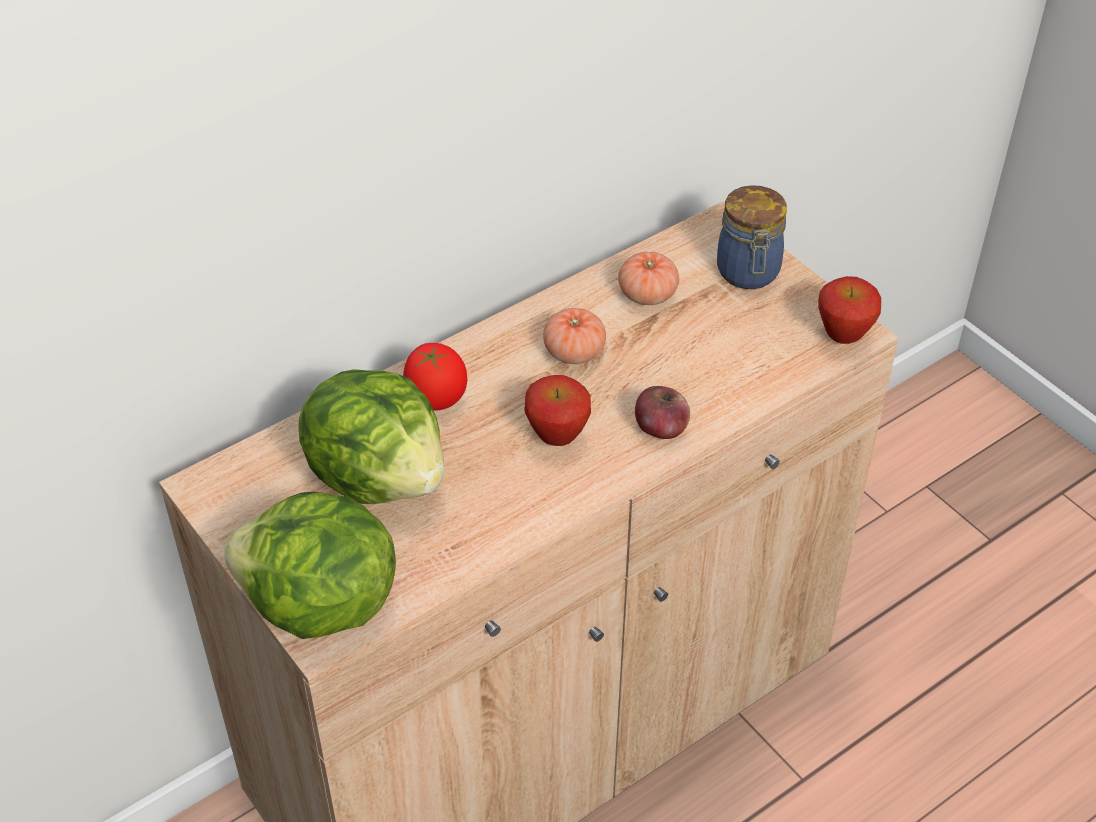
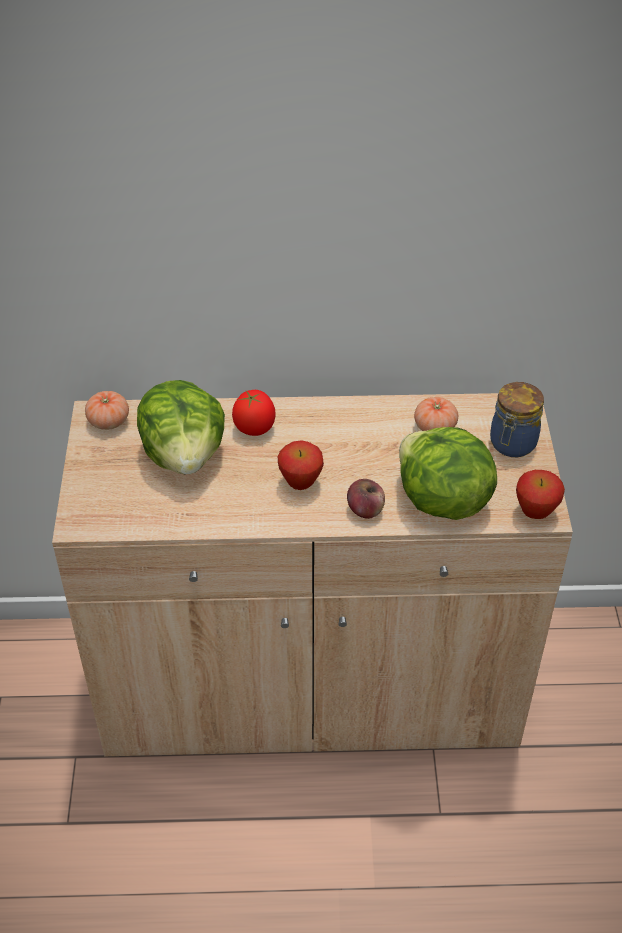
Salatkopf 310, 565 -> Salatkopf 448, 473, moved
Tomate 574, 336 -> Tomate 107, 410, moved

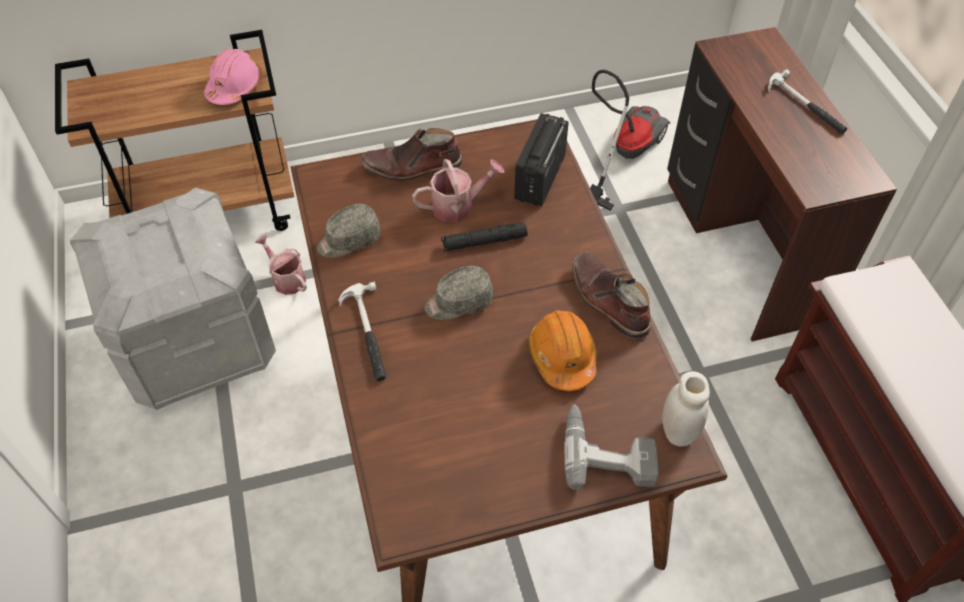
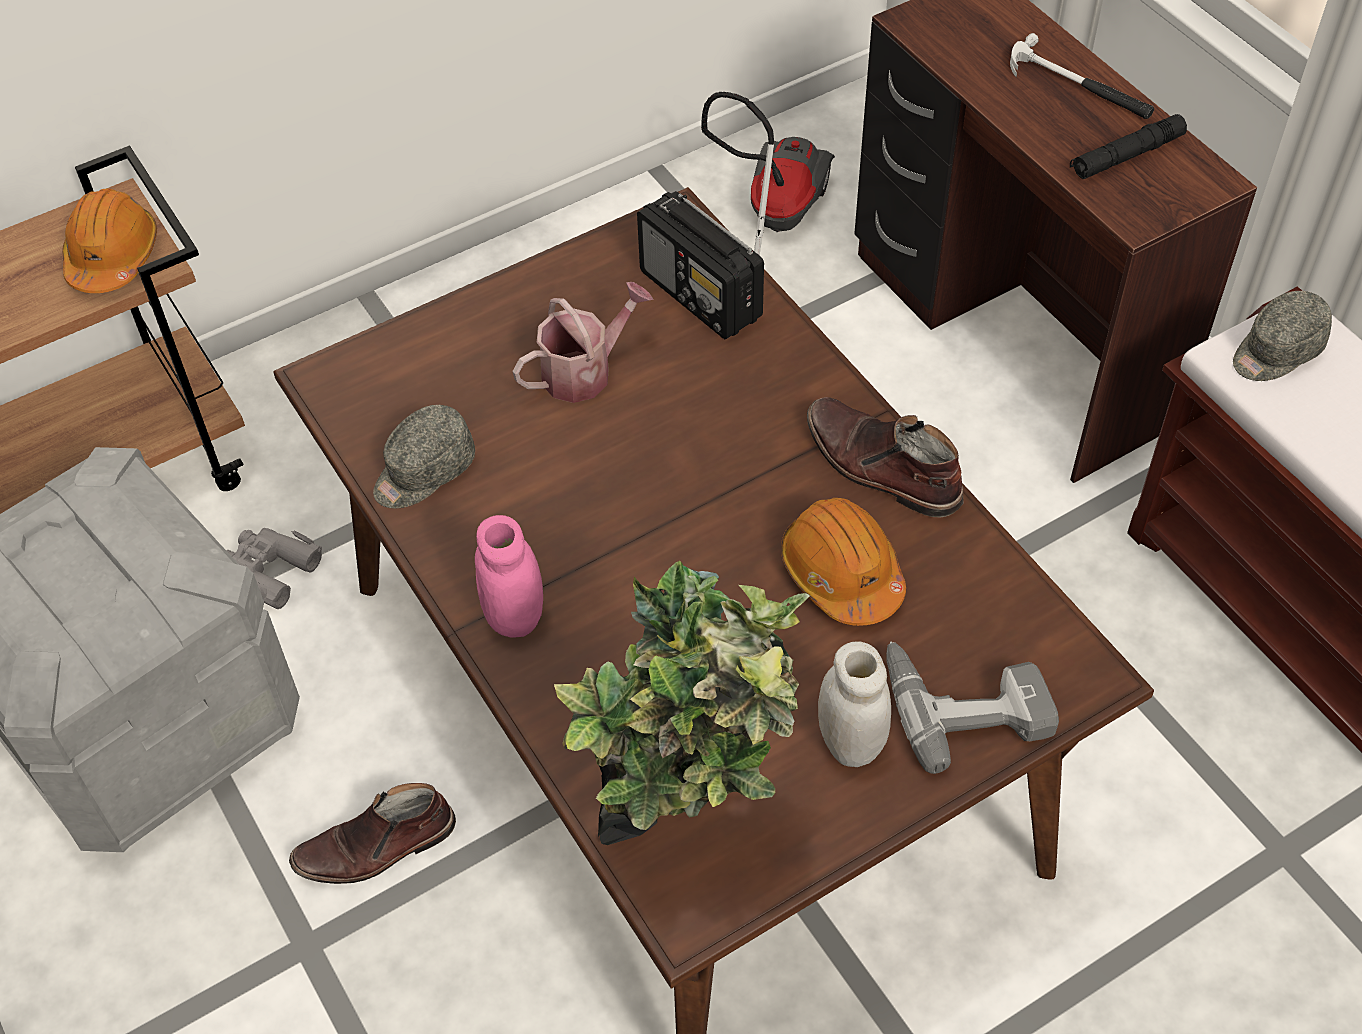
none -> Topfpflanze 682, 703
Stiefel (braun) 411, 154 -> Stiefel (braun) 372, 833, moved
Kappe (grau) 459, 293 -> Kappe (grau) 1282, 336, moved
Taschenlampe (schwarz) 484, 236 -> Taschenlampe (schwarz) 1128, 146, moved
Vorratsglas (weiß) 686, 409 -> Vorratsglas (weiß) 854, 704, moved
Gießkanne 281, 265 -> Fernglas (grau) 274, 568
Hammer 362, 331 -> Vorratsglas (rosa) 509, 576
Schutzhelm (rosa) 233, 77 -> Schutzhelm (orange) 109, 240
Radio 541, 159 -> Radio 700, 265, 45 degrees counterclockwise

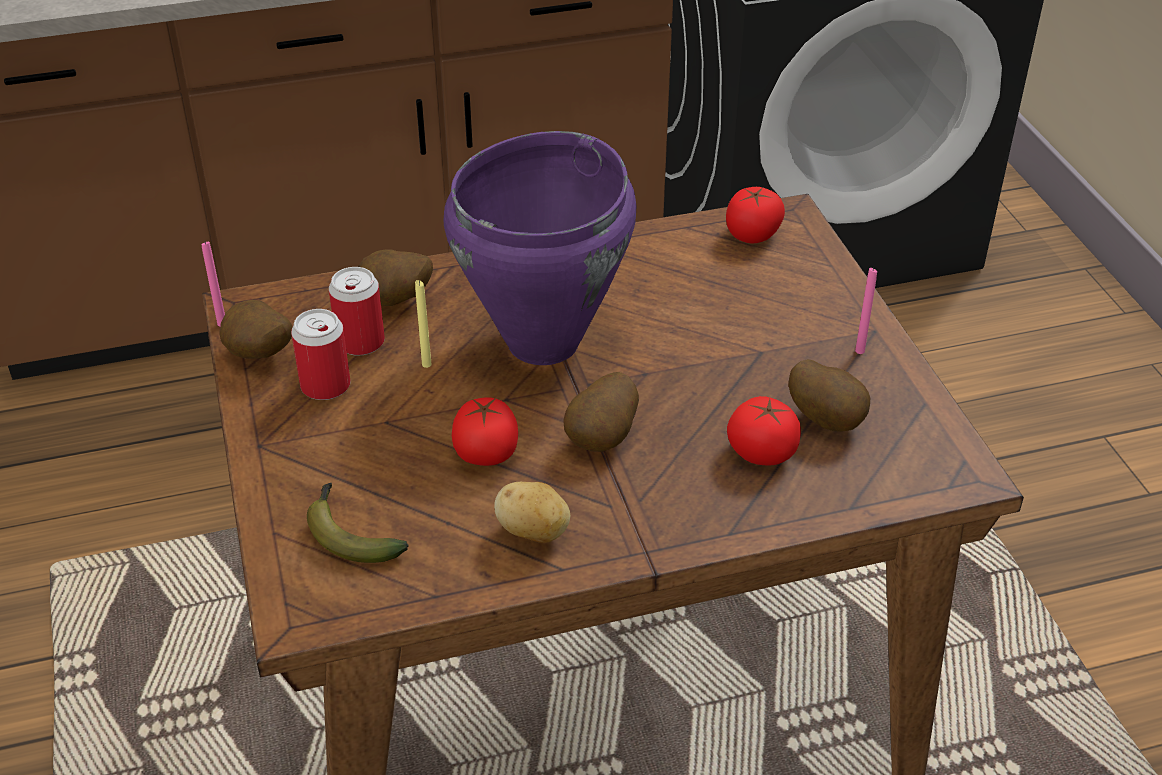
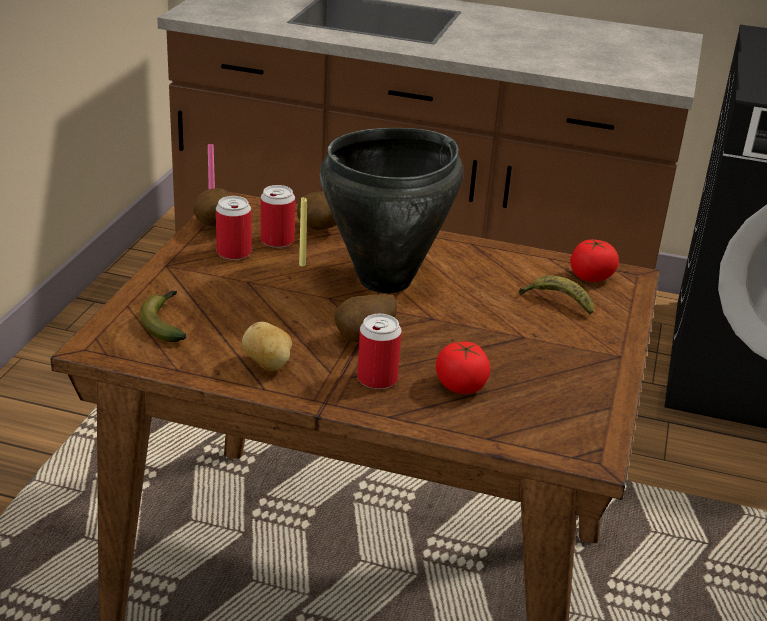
Tomate 485, 431 -> none
Kartoffel 829, 395 -> none
Kerze (rosa) 866, 310 -> none
none -> Dose 379, 351
none -> Banane 556, 295
Kochtopf (lila) 540, 248 -> Kochtopf (schwarz) 391, 210

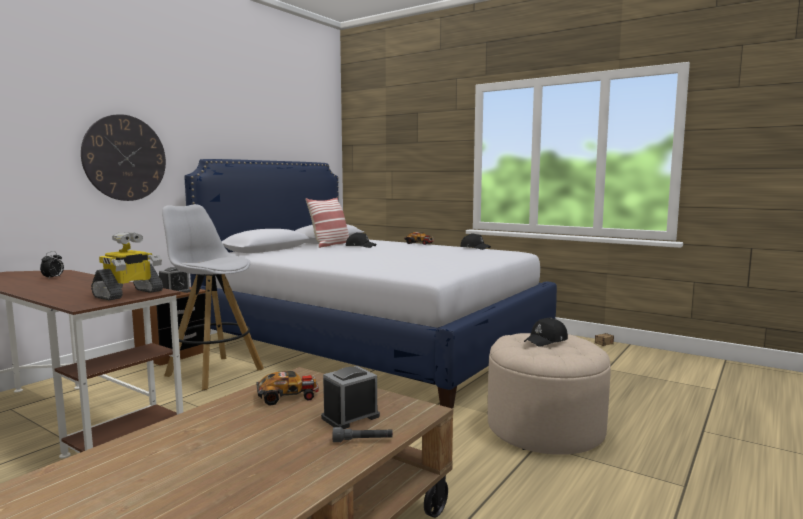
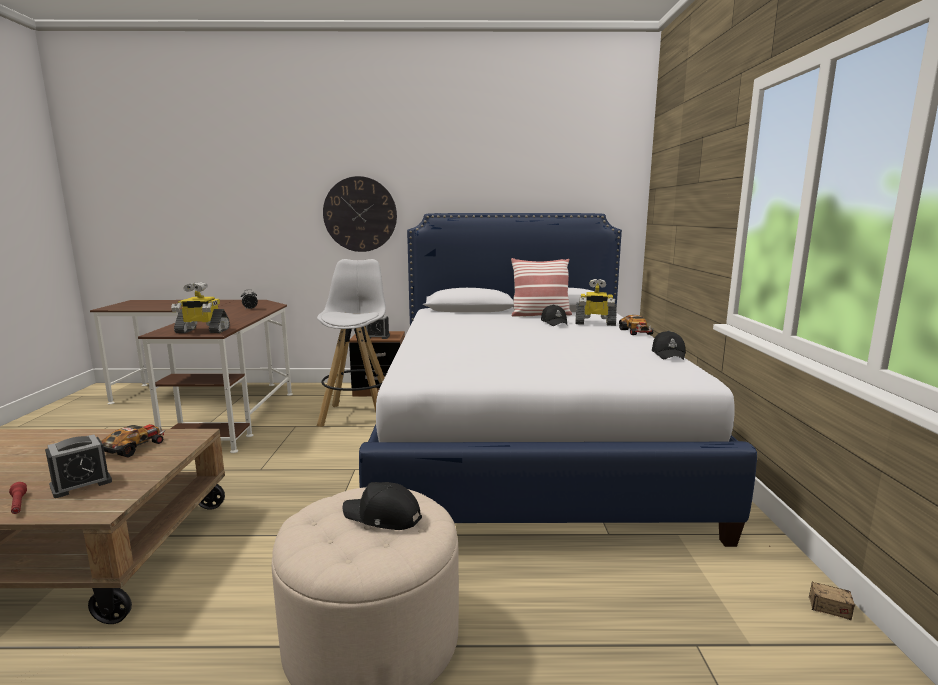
none -> Spielzeugroboter 595, 302
Taschenlampe (grau) 363, 434 -> Taschenlampe (rot) 18, 498
Spielzeugauto 287, 388 -> Spielzeugauto 133, 441, 105 degrees counterclockwise
Wecker 350, 397 -> Wecker 78, 466, 120 degrees clockwise

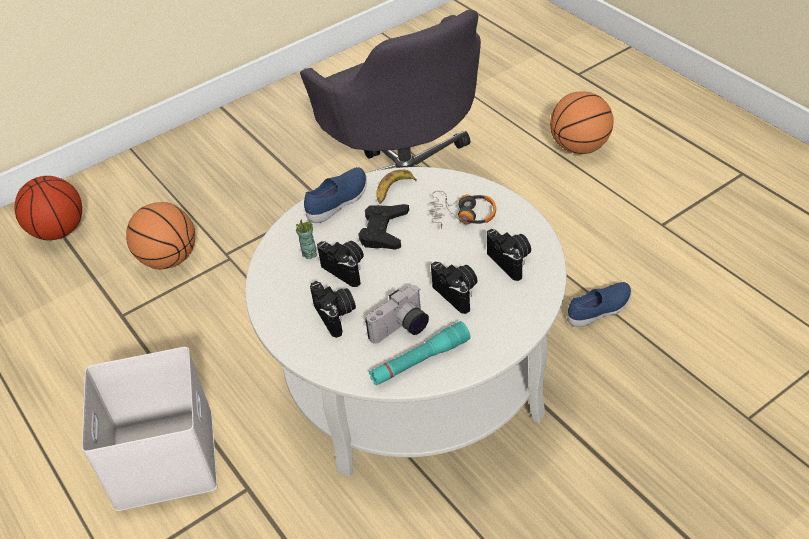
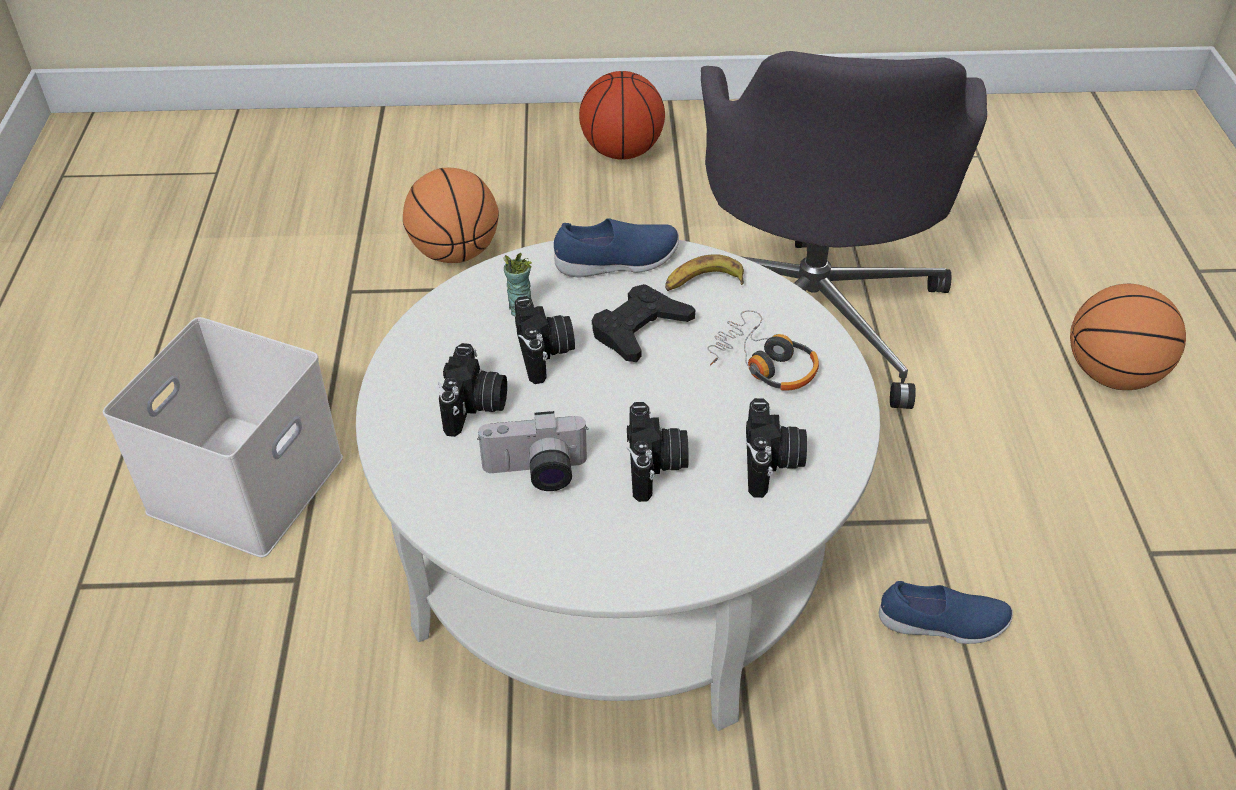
Taschenlampe (türkis) 419, 353 -> none
Basketball 48, 208 -> Basketball 622, 115, moved

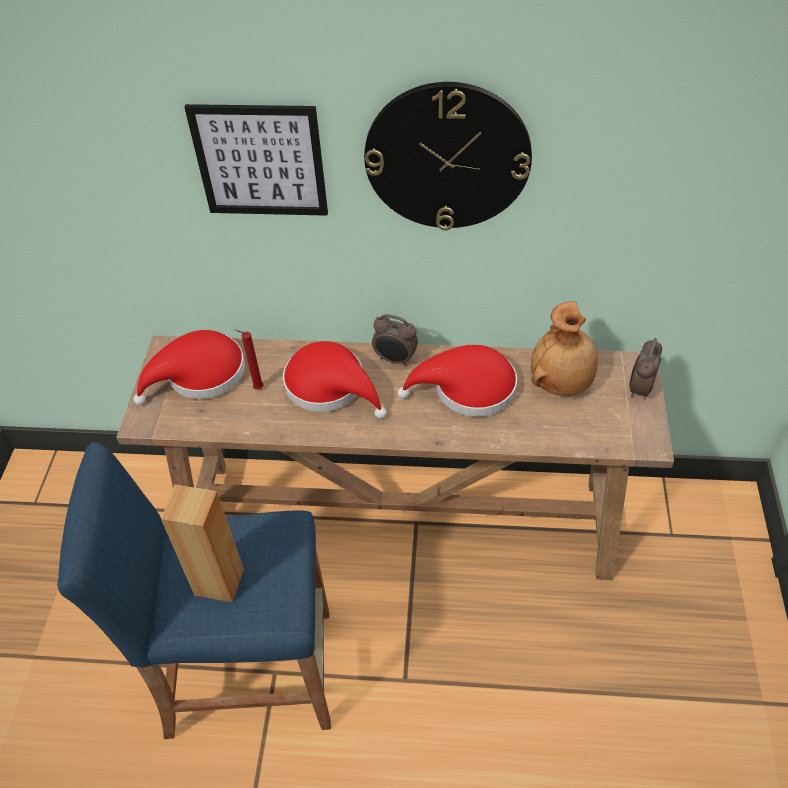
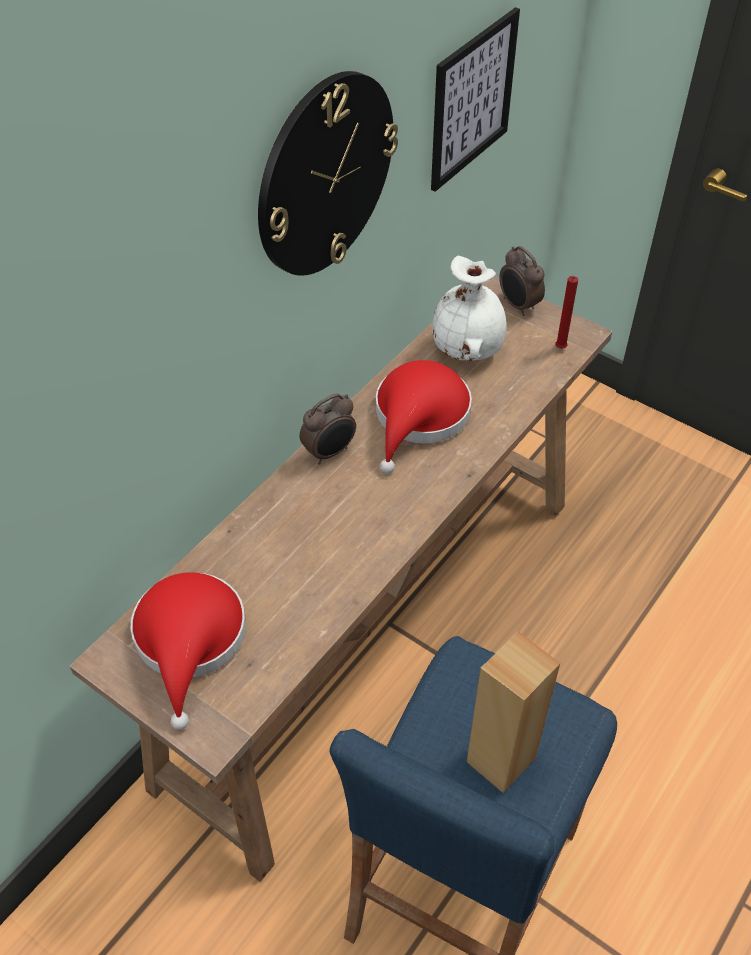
Hut (rot) 335, 380 -> none
Bild 256, 160 -> Bild 475, 99, moved
Kerze (rot) 249, 360 -> Kerze (rot) 566, 312, moved
Vase (braun) 564, 348 -> Vase (weiß) 469, 308

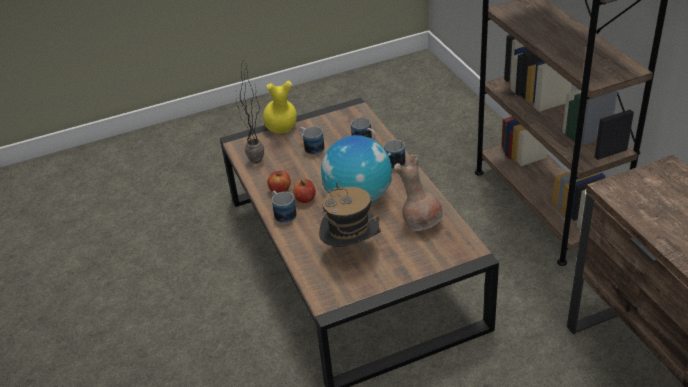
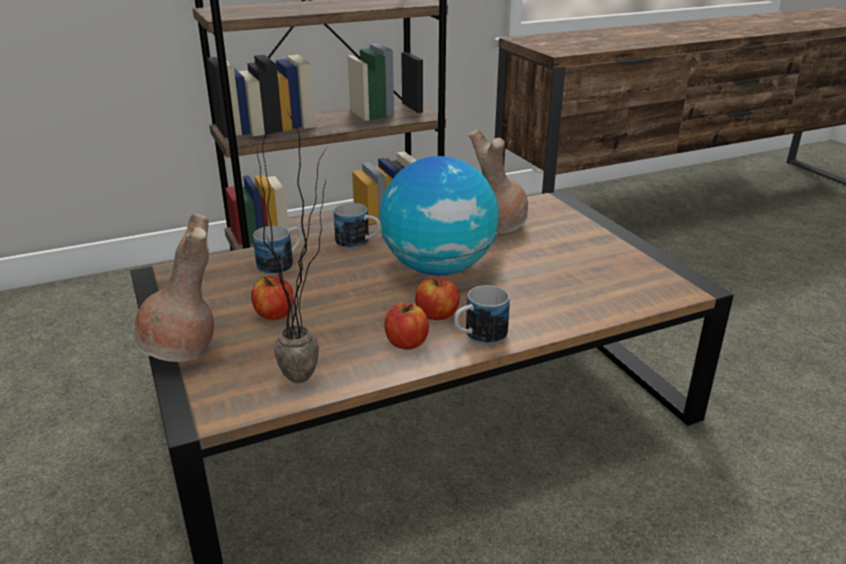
Hut 350, 214 -> none
Henkelbecher 312, 140 -> Apfel 272, 298
Vase (gelb) 280, 107 -> Vase (braun) 174, 288

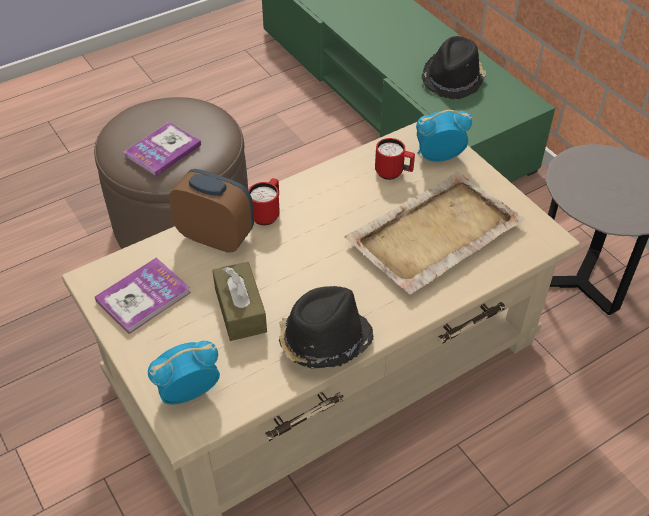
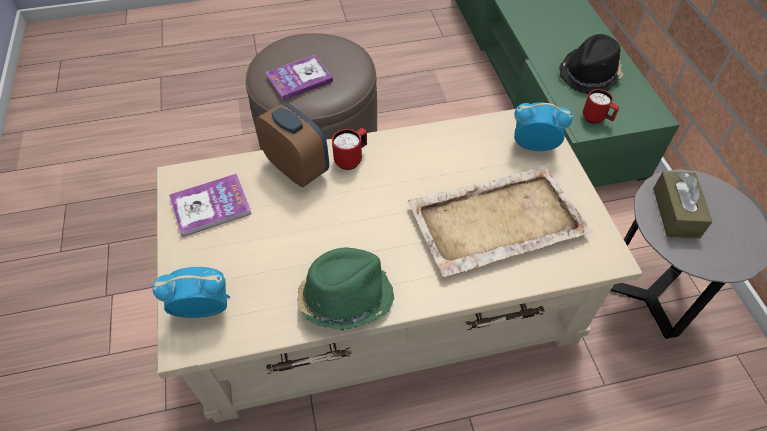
Taschentuchbox (braun) 239, 301 -> Taschentuchbox (braun) 682, 204, moved
Henkelbecher (rot) 395, 159 -> Henkelbecher (rot) 601, 106, moved
Hut (schwarz) 326, 327 -> Hut (grün) 345, 289

